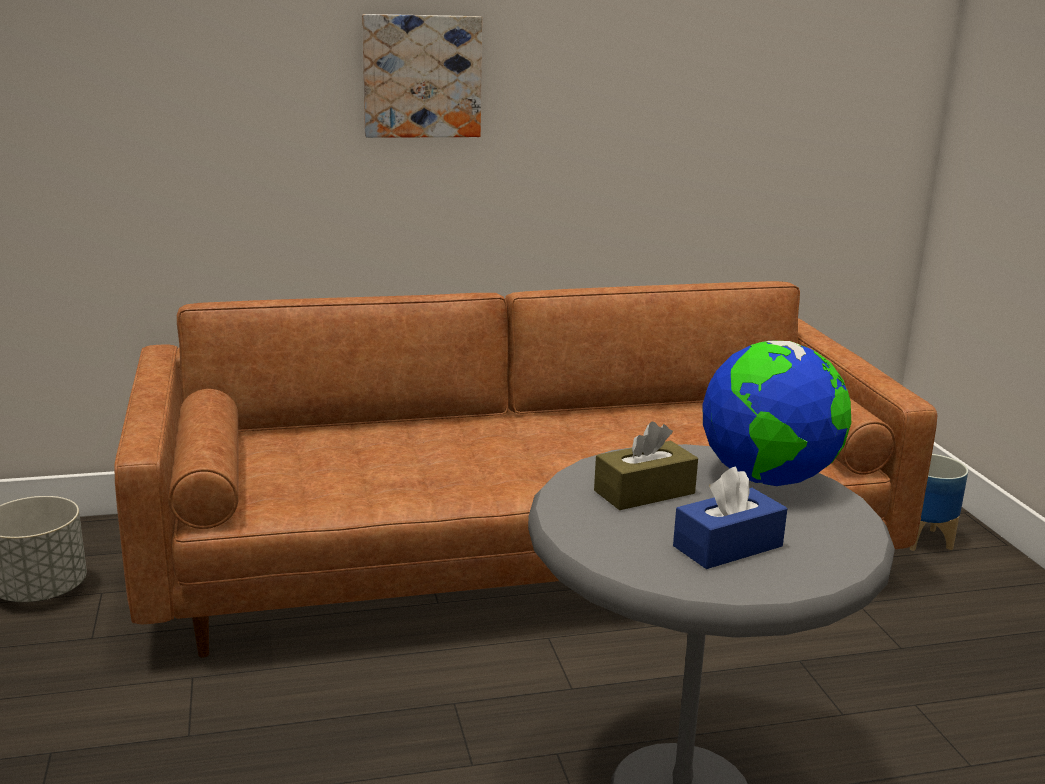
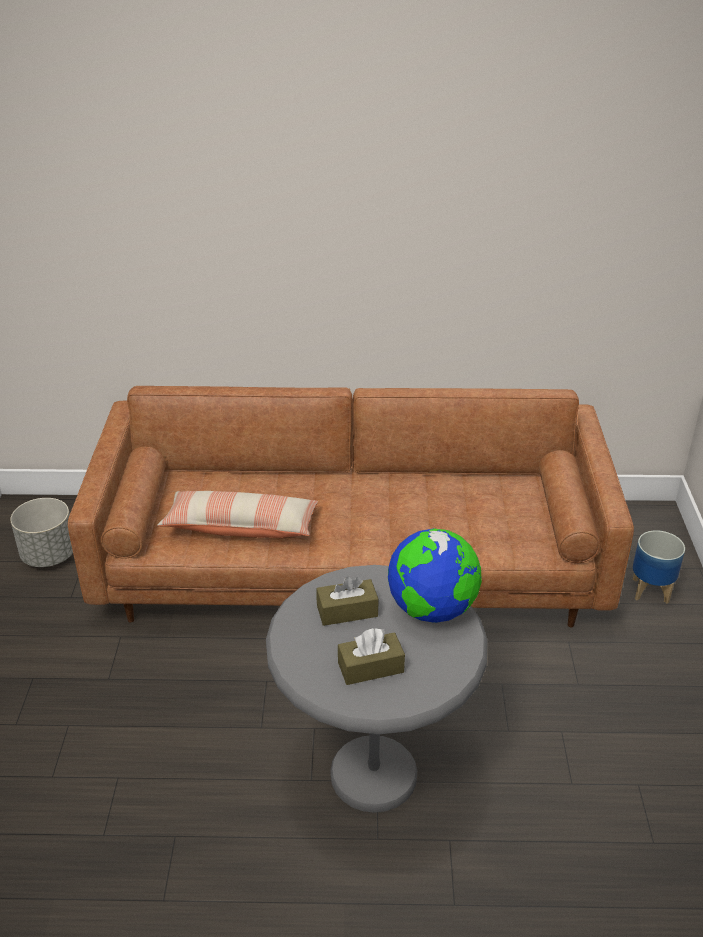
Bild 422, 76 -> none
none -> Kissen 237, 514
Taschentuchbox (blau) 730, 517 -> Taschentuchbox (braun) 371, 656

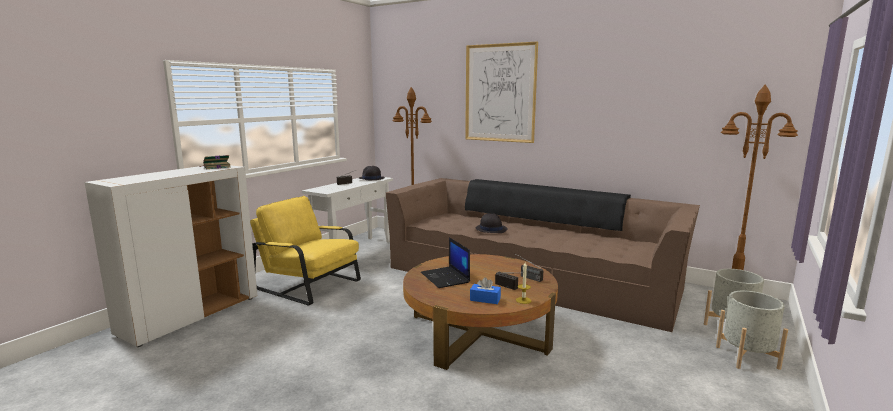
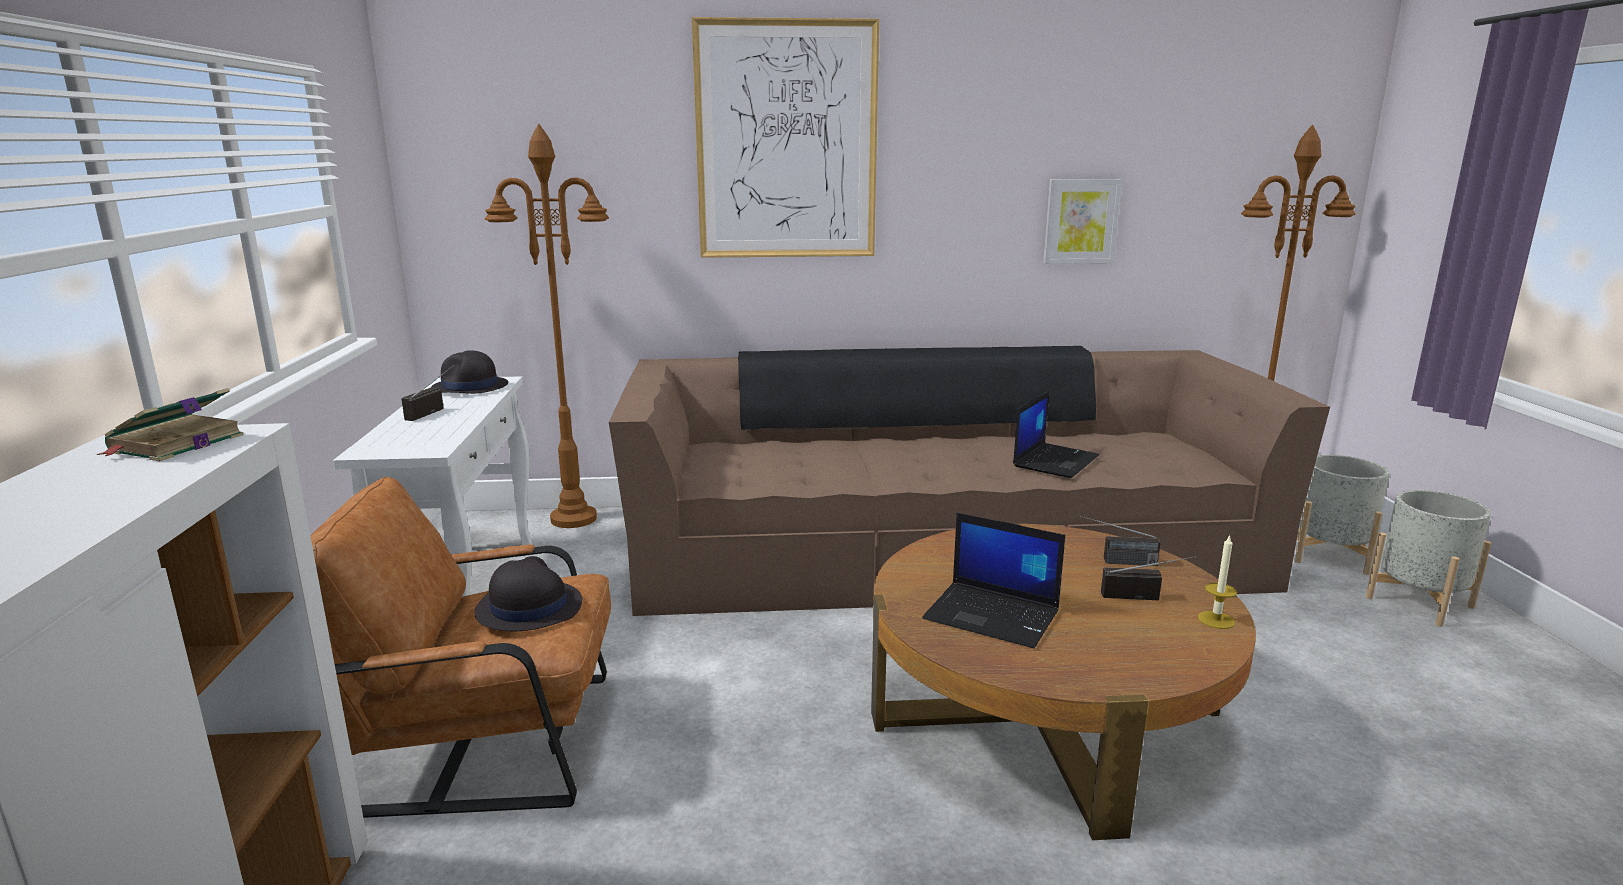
Taschentuchbox (blau) 485, 290 -> none
none -> Laptop 1056, 434
none -> Bild 1082, 221
Hut (schwarz) 492, 223 -> Hut (schwarz) 528, 593, moved
Sessel (gelb) 305, 251 -> Sessel (braun) 460, 647

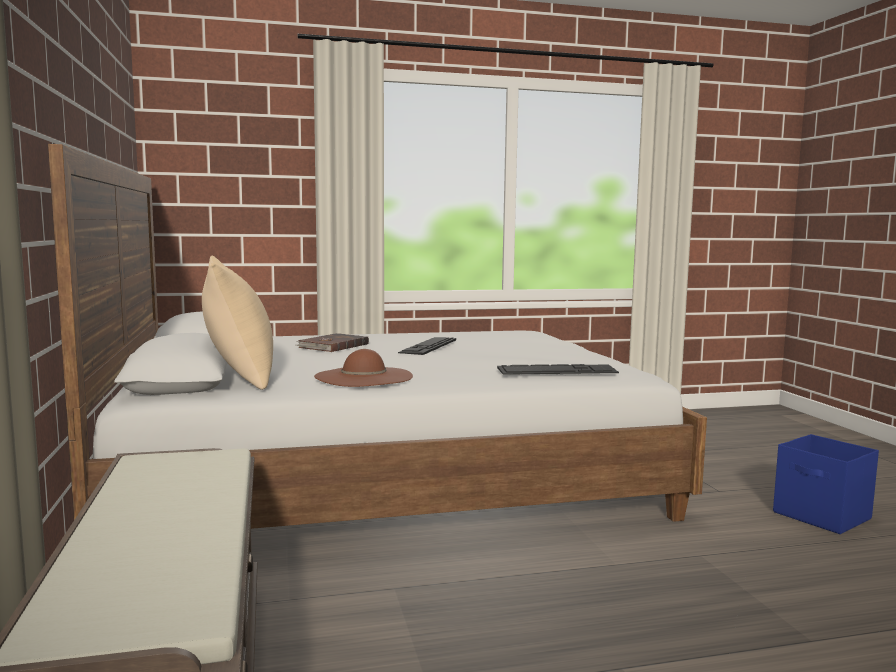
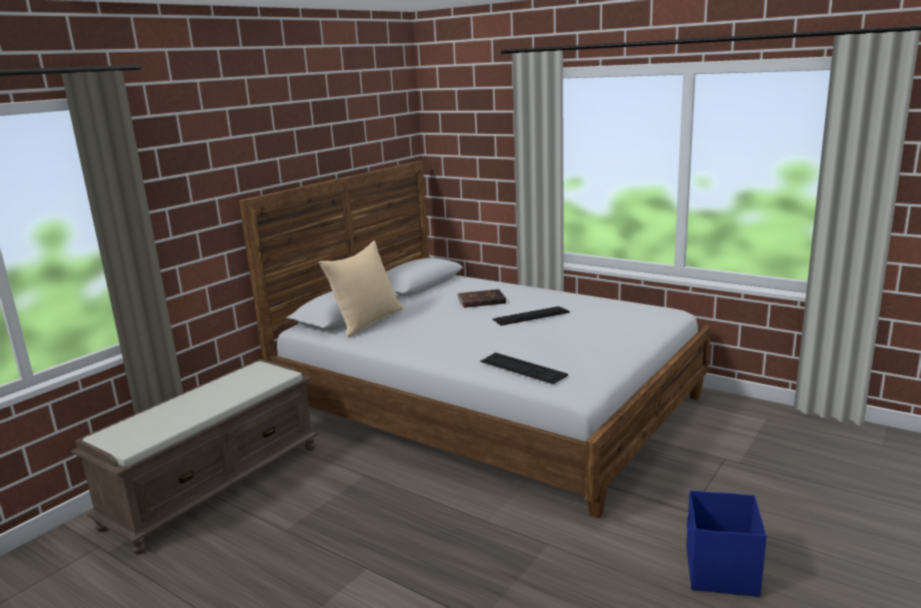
Hut (braun) 363, 368 -> none

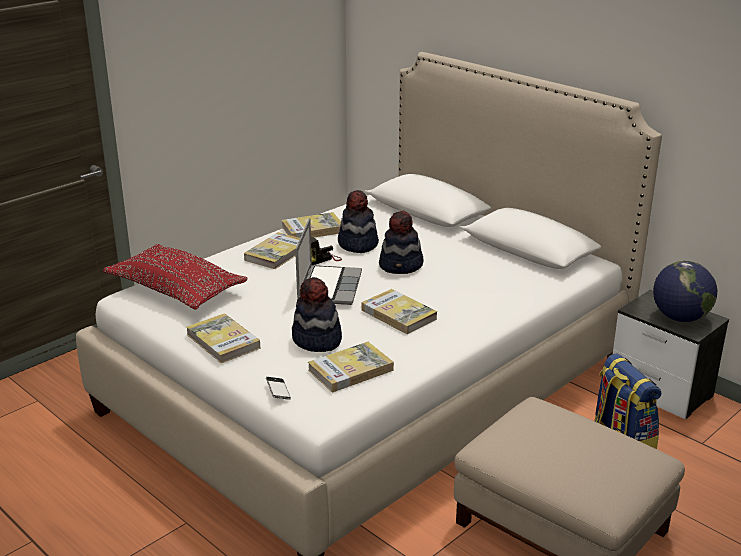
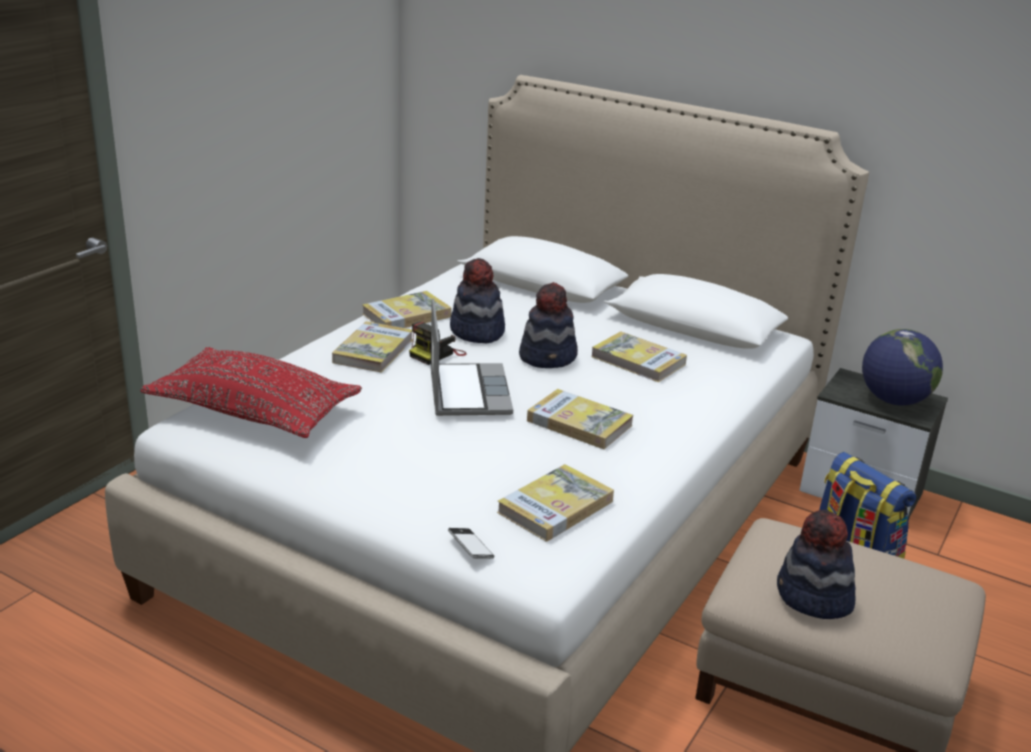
Buch 223, 338 -> Buch 639, 356, moved
Hut 317, 314 -> Hut 816, 564, moved

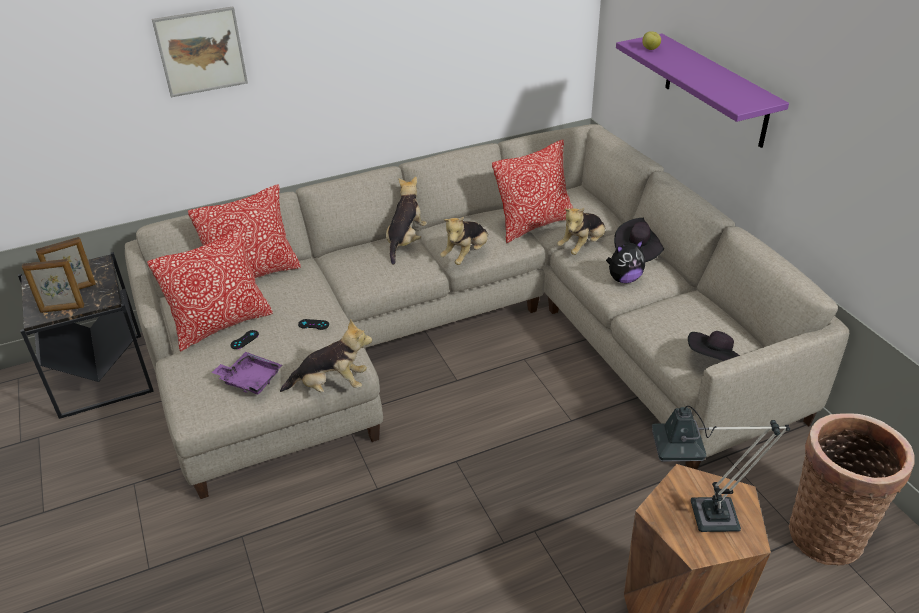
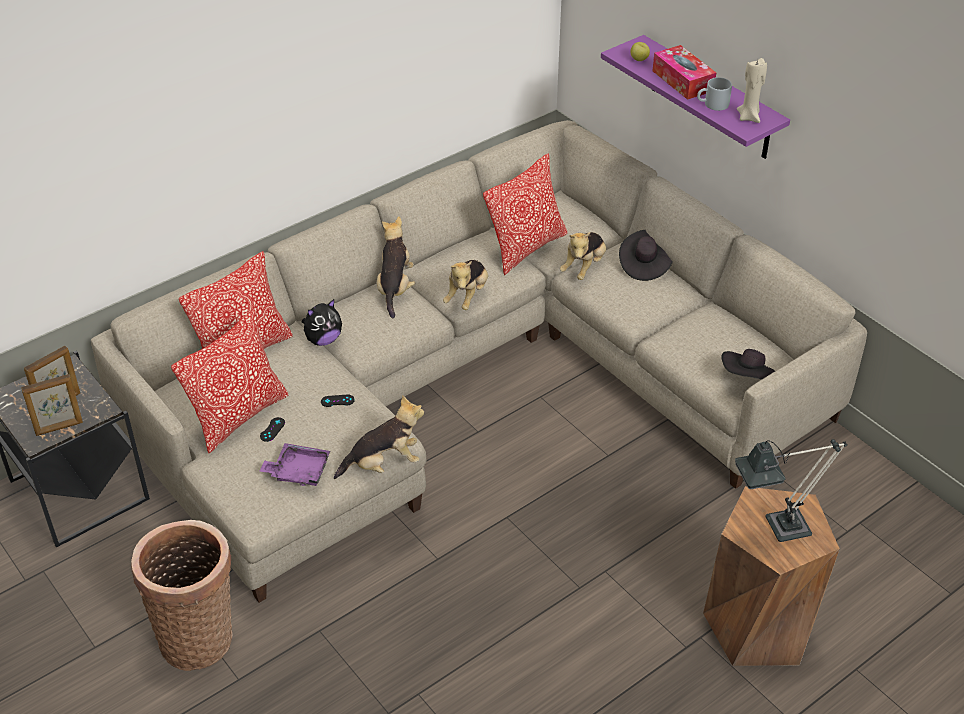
Bild 200, 51 -> none
none -> Taschentuchbox 684, 72
none -> Henkelbecher (grau) 714, 94
none -> Kerze (beige) 752, 90
Plüschtier 625, 261 -> Plüschtier 322, 322, moved
Korb 851, 489 -> Korb 182, 595, moved

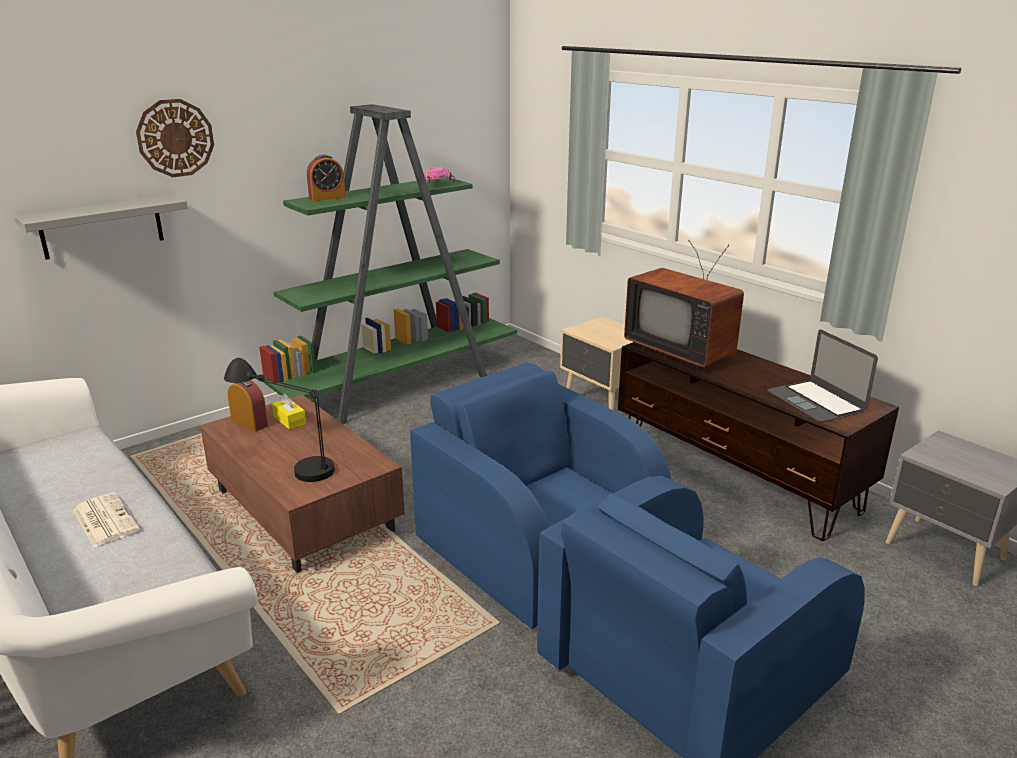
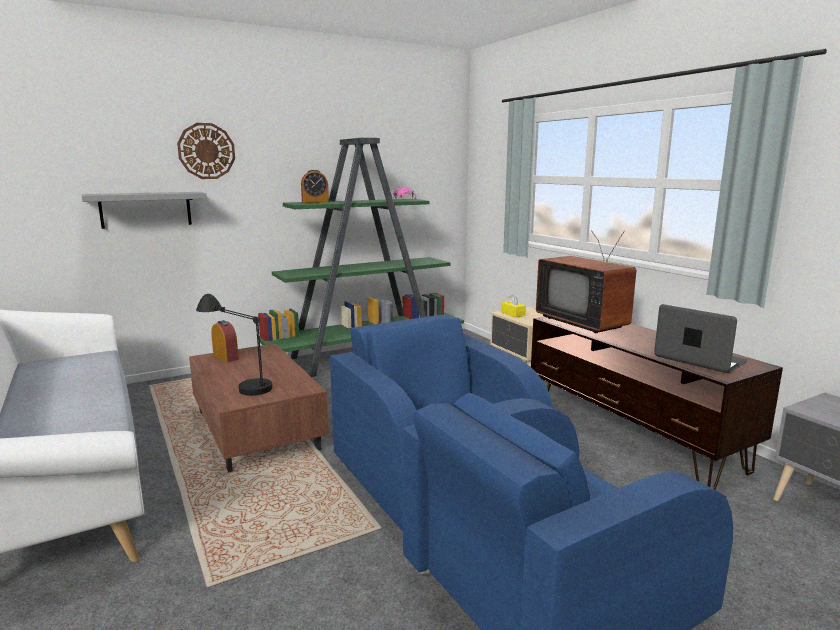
Zeitung 106, 519 -> none
Taschentuchbox (gelb) 289, 411 -> Taschentuchbox (gelb) 513, 306, moved
Laptop 822, 376 -> Laptop 701, 338, 150 degrees clockwise

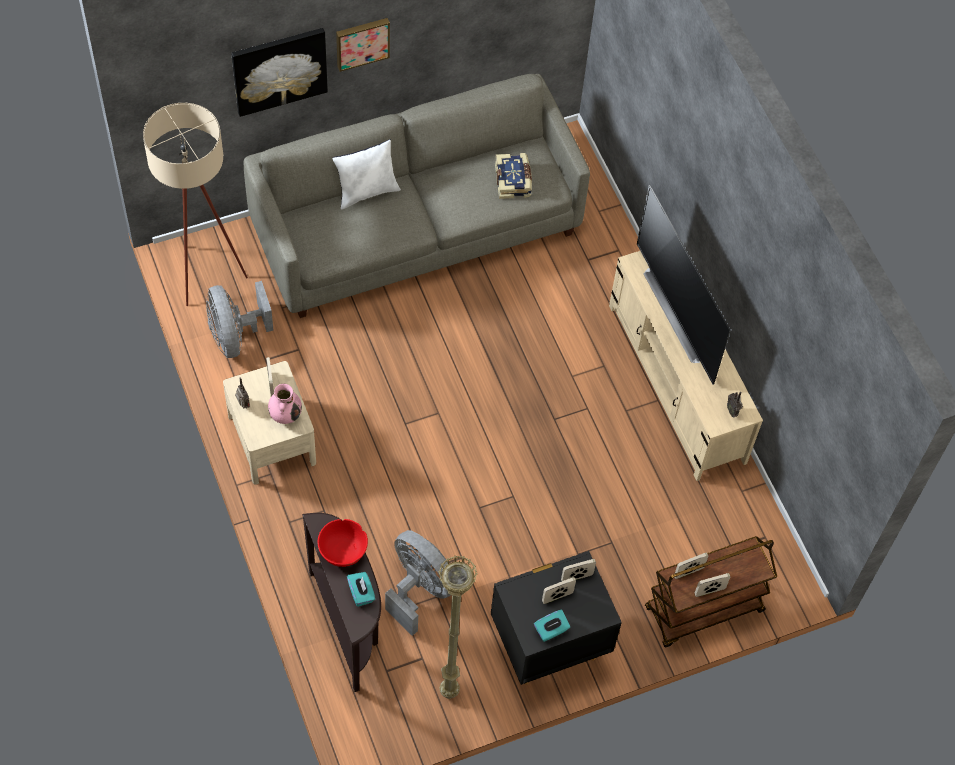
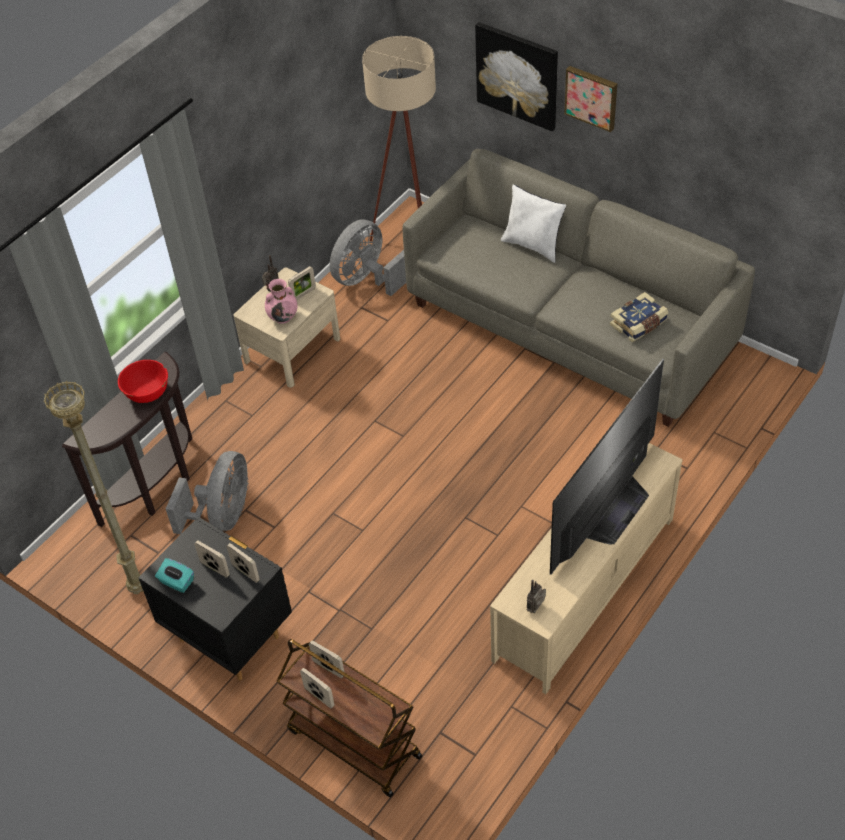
Taschentuchbox (türkis) 361, 589 -> none

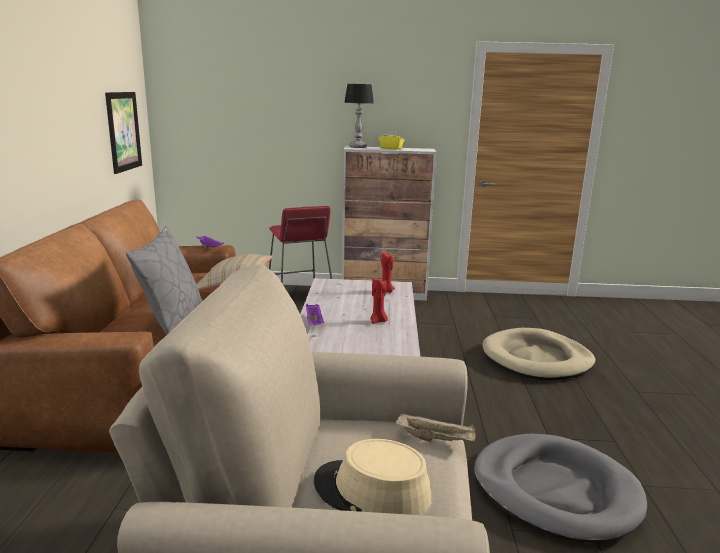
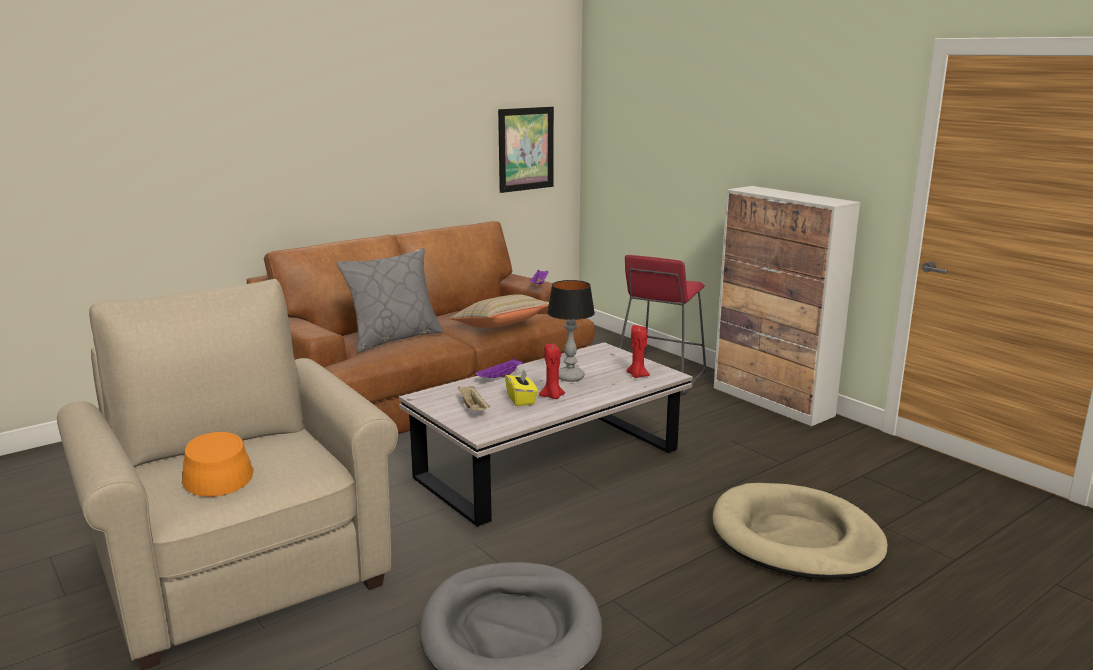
Tischlampe 359, 116 -> Tischlampe 571, 331, moved
Taschentuchbox (gelb) 391, 140 -> Taschentuchbox (gelb) 521, 387, moved
Tablett (beige) 436, 427 -> Tablett (beige) 474, 398, moved
Hut (beige) 373, 477 -> Hut (orange) 217, 464

